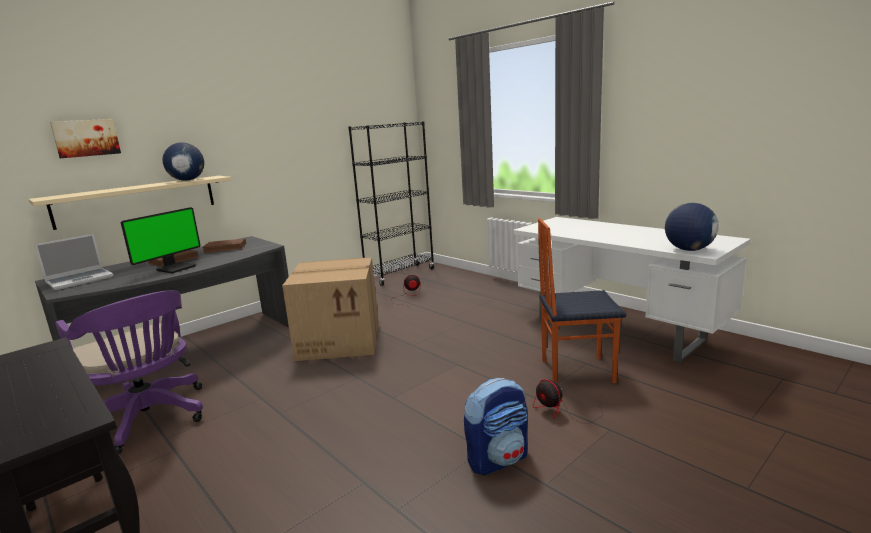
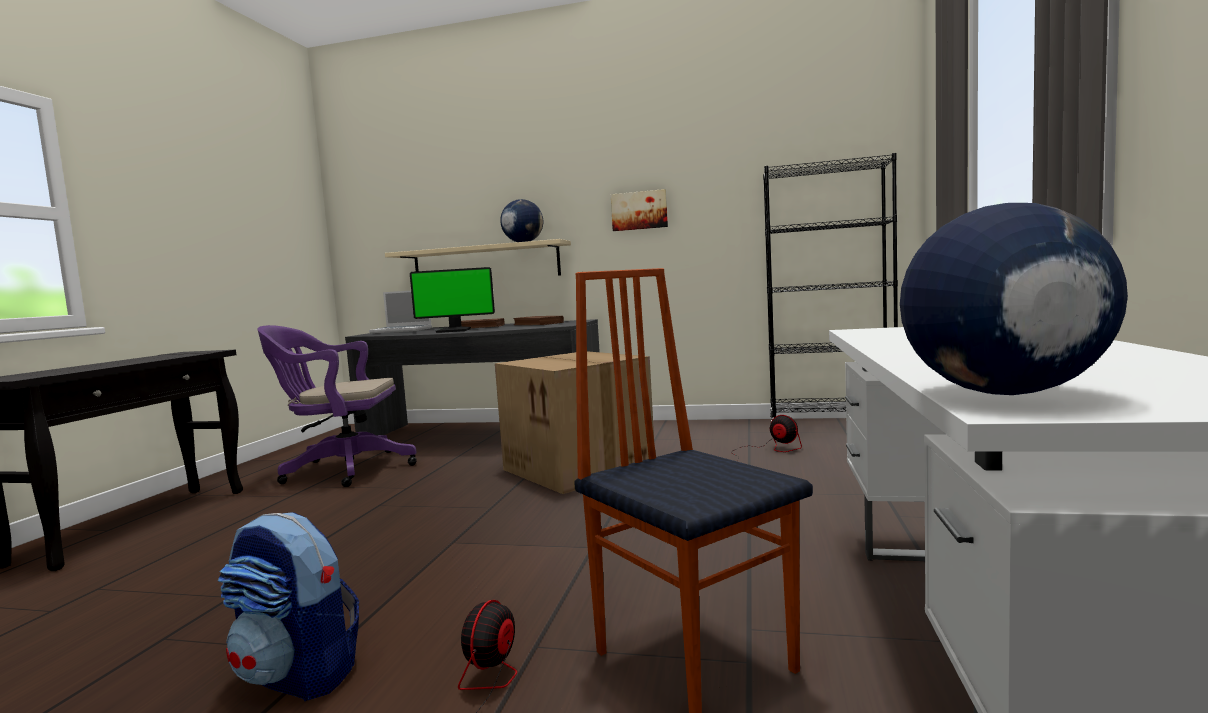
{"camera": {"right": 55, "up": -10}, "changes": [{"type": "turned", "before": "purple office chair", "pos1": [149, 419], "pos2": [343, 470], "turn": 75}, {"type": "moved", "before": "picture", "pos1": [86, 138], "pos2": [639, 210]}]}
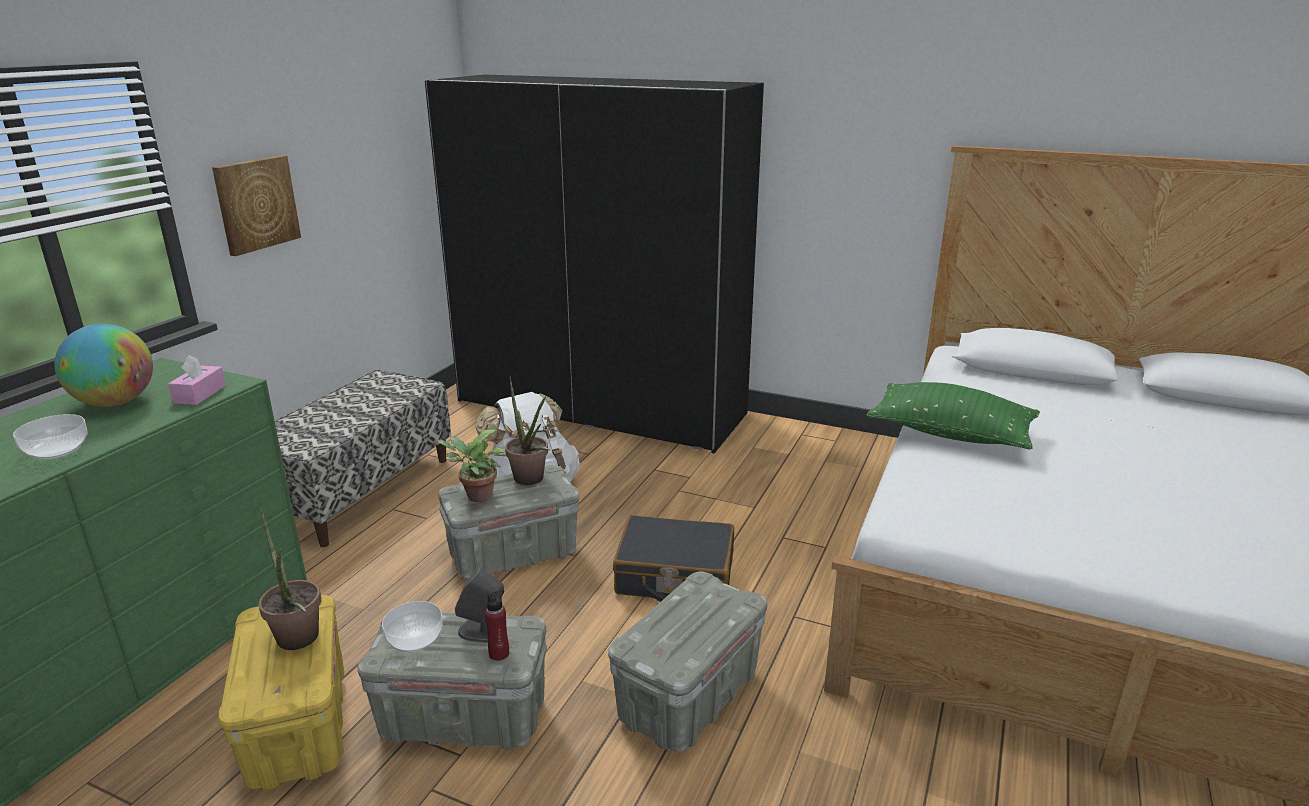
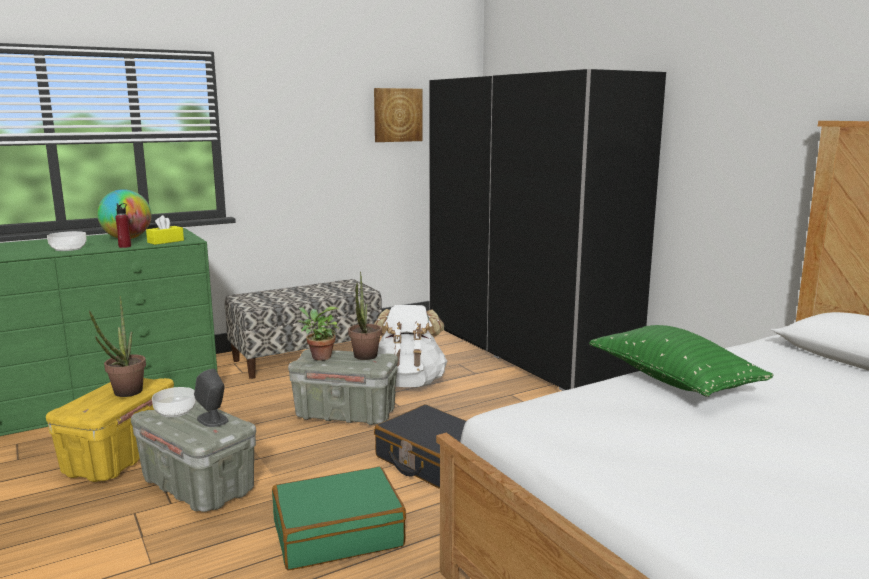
{"camera": {"right": 35, "up": -10}, "changes": [{"type": "moved", "before": "red bottle", "pos1": [499, 653], "pos2": [125, 246]}, {"type": "recoloured", "before": "pink tissue box", "after": "yellow tissue box", "pos1": [200, 394], "pos2": [165, 241]}, {"type": "replaced", "before": "grey storage box", "after": "green suitcase", "pos1": [689, 698], "pos2": [338, 533]}, {"type": "moved", "before": "picture", "pos1": [256, 204], "pos2": [397, 115]}]}
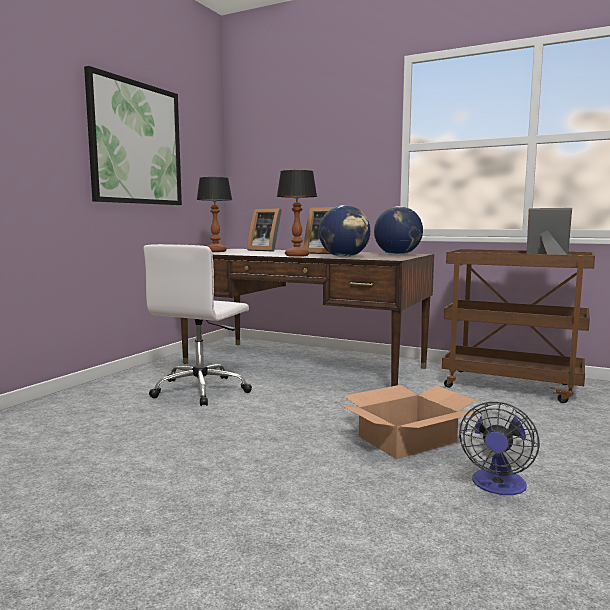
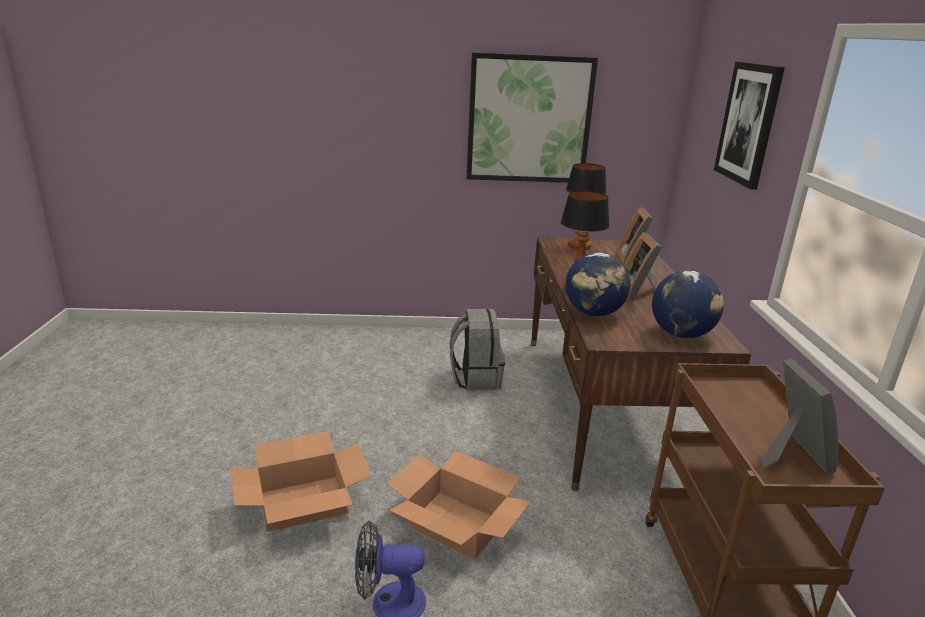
{"camera": {"right": 60, "up": 15}, "changes": [{"type": "added", "after": "cardboard box", "pos2": [303, 503]}, {"type": "replaced", "before": "white office chair", "after": "grey backpack", "pos1": [202, 390], "pos2": [475, 378]}, {"type": "added", "after": "picture", "pos2": [748, 123]}]}
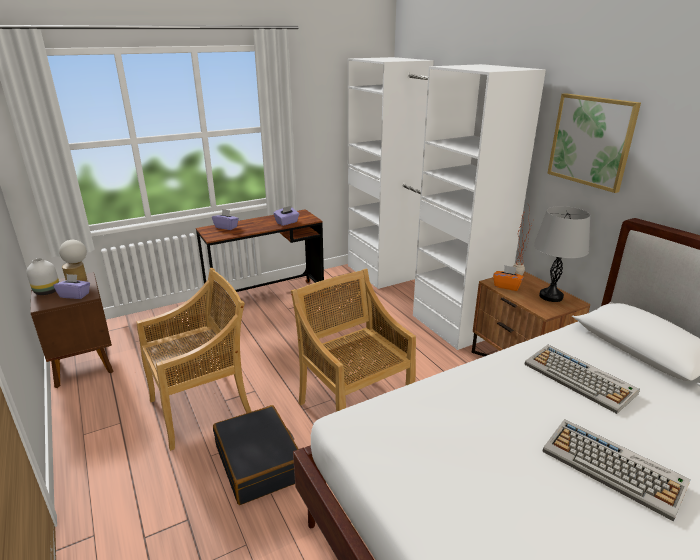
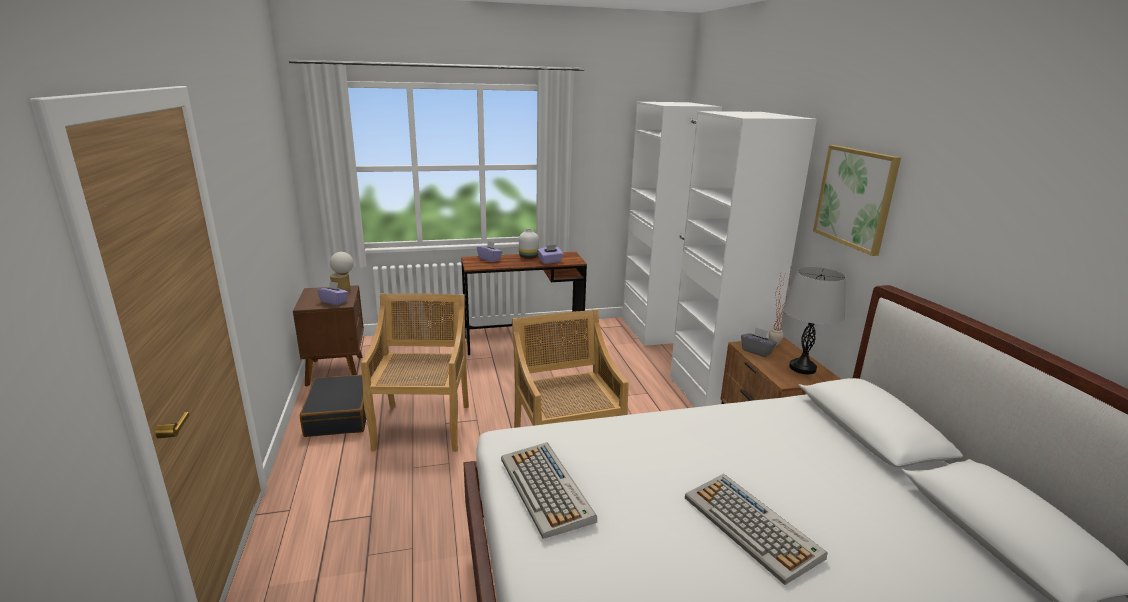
{"camera": {"right": 15, "up": -5}, "changes": [{"type": "moved", "before": "black suitcase", "pos1": [259, 463], "pos2": [340, 415]}, {"type": "turned", "before": "beige chair", "pos1": [203, 408], "pos2": [423, 426], "turn": -75}, {"type": "moved", "before": "keyboard", "pos1": [580, 379], "pos2": [547, 489]}, {"type": "moved", "before": "white vase", "pos1": [48, 291], "pos2": [529, 257]}, {"type": "recoloured", "before": "orange tissue box", "after": "grey tissue box", "pos1": [507, 286], "pos2": [757, 351]}]}
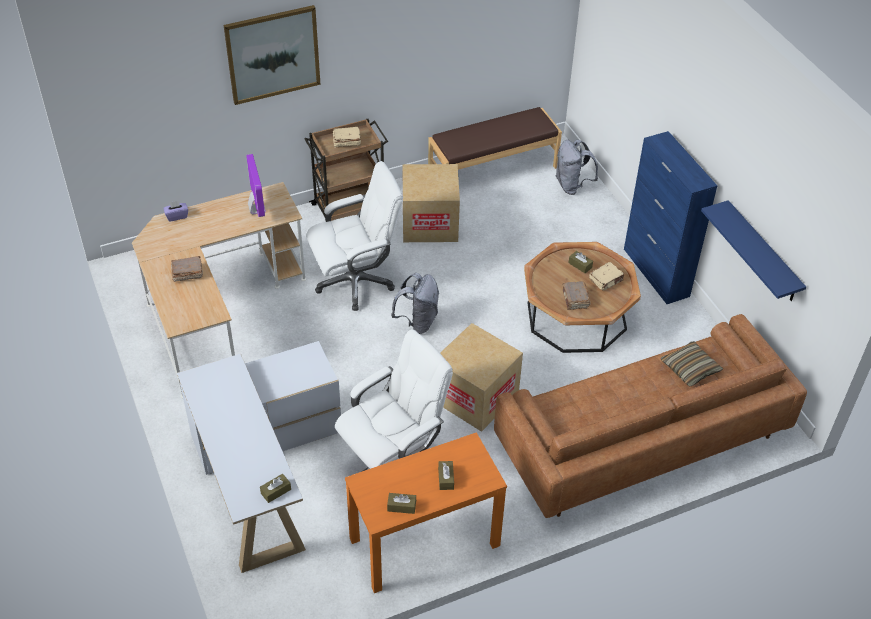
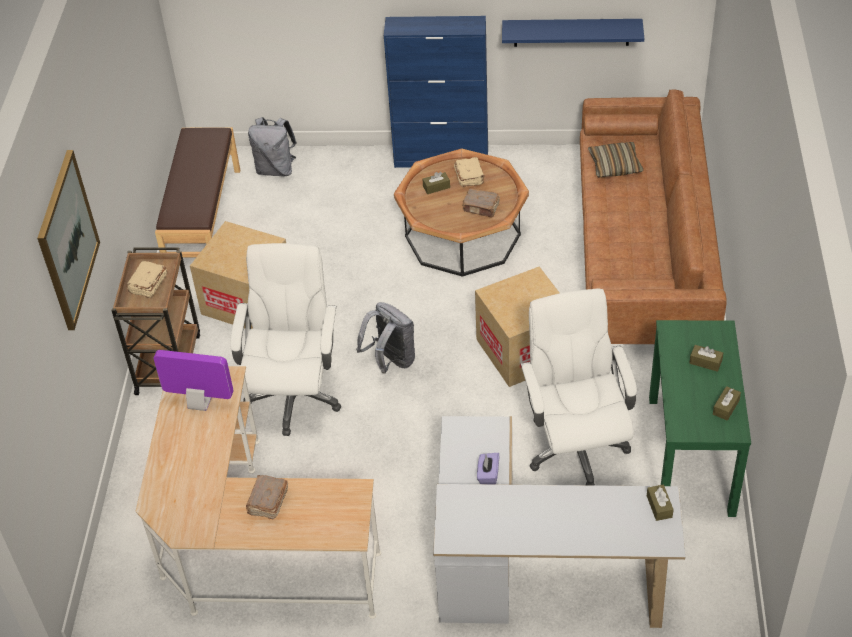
{"camera": {"right": -60, "up": 0}, "changes": [{"type": "moved", "before": "purple tissue box", "pos1": [177, 216], "pos2": [488, 475]}, {"type": "recoloured", "before": "orange console table", "after": "green console table", "pos1": [424, 542], "pos2": [691, 455]}]}
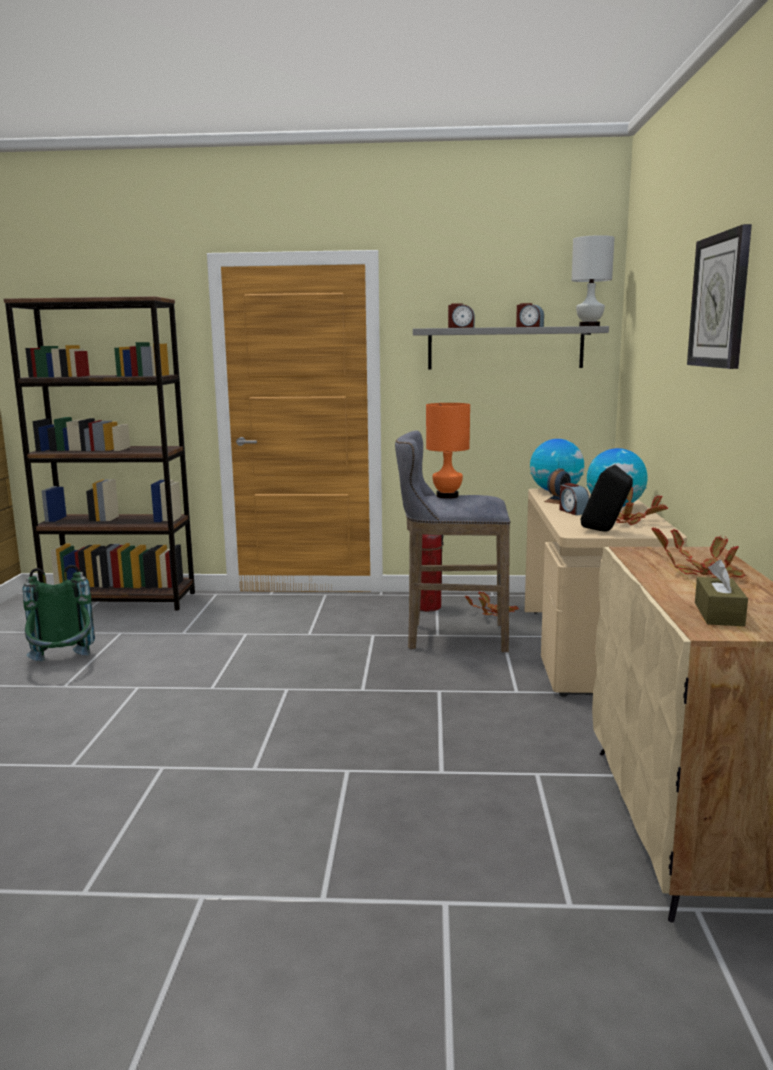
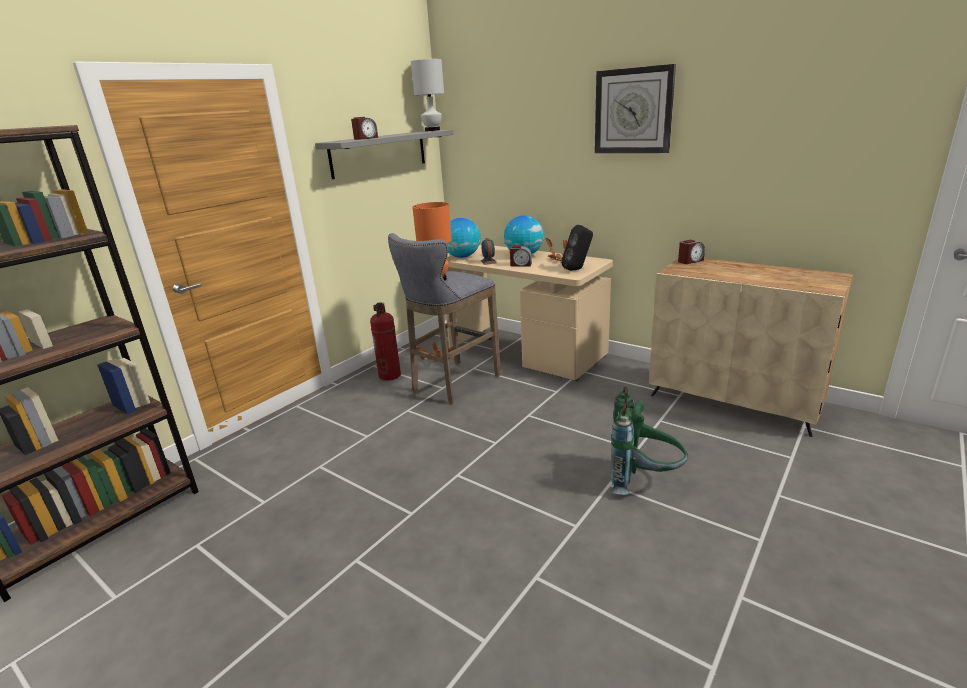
{"camera": {"right": -55, "up": 10}, "changes": [{"type": "moved", "before": "green backpack", "pos1": [63, 665], "pos2": [643, 481]}, {"type": "moved", "before": "alarm clock", "pos1": [529, 327], "pos2": [690, 261]}, {"type": "removed", "before": "potted plant", "pos1": [703, 574]}, {"type": "removed", "before": "brown tissue box", "pos1": [718, 614]}]}
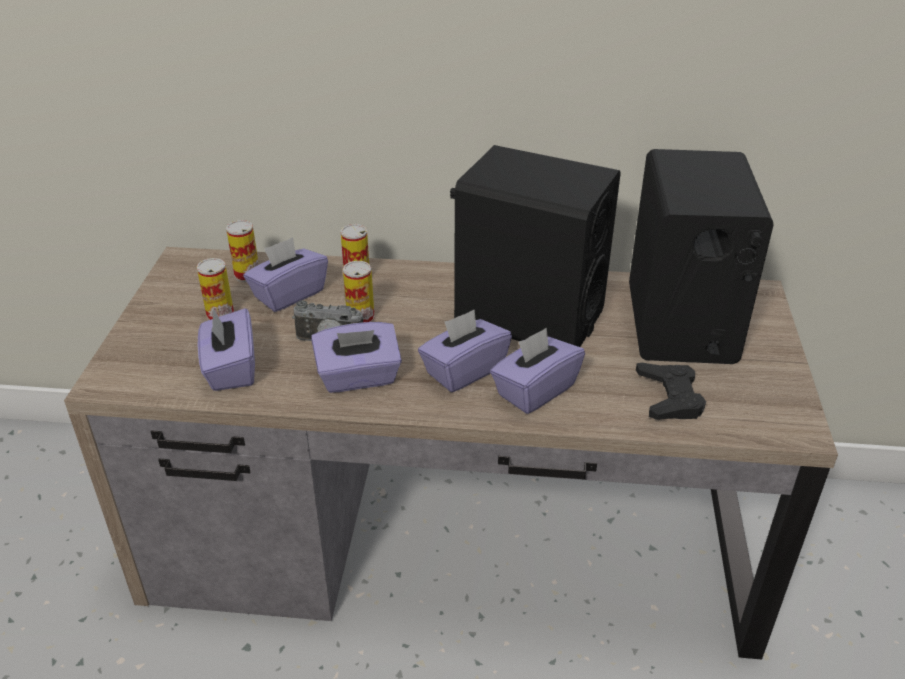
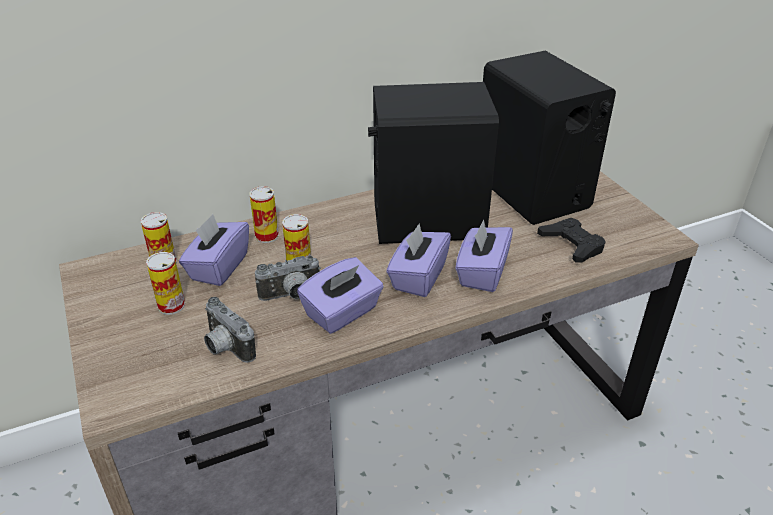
{"camera": {"right": -30, "up": 0}, "changes": [{"type": "replaced", "before": "purple tissue box", "after": "photo camera", "pos1": [230, 369], "pos2": [225, 347]}]}
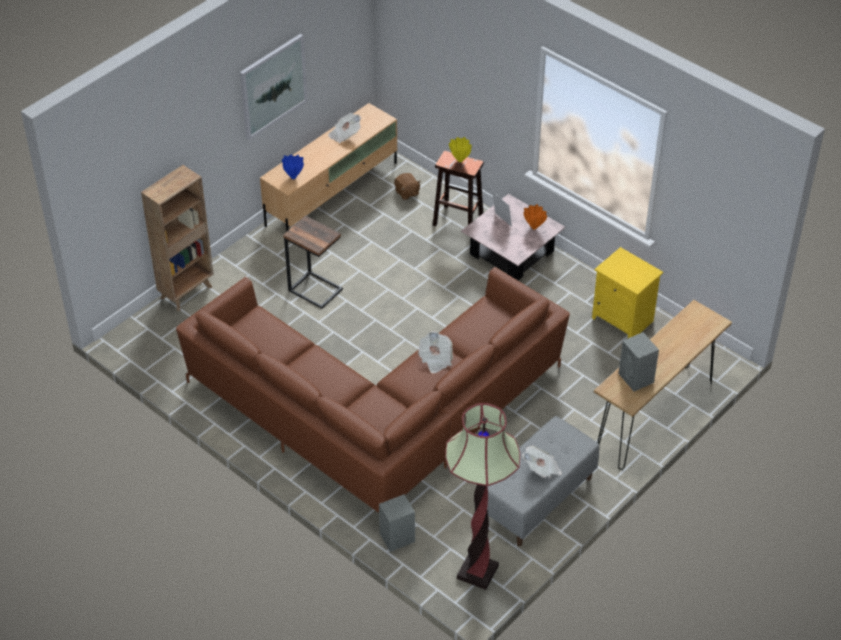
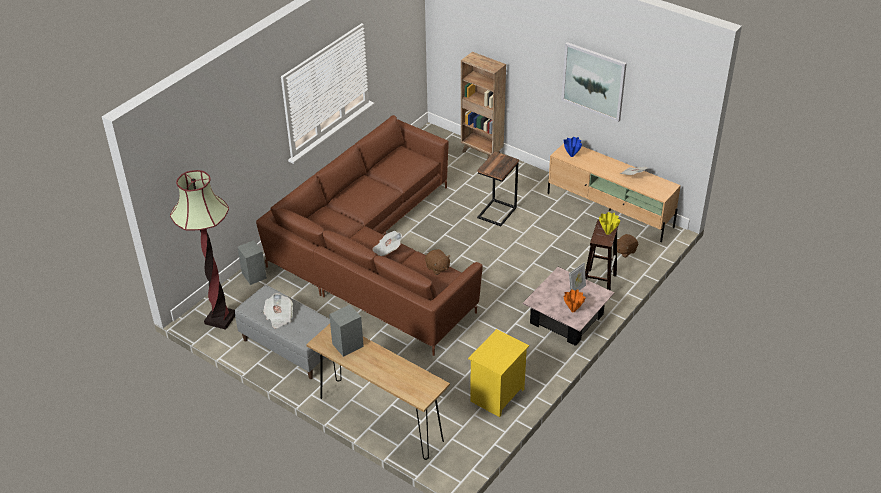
{"camera": {"right": 85, "up": -5}, "changes": [{"type": "added", "after": "brown plush toy", "pos2": [437, 268]}]}
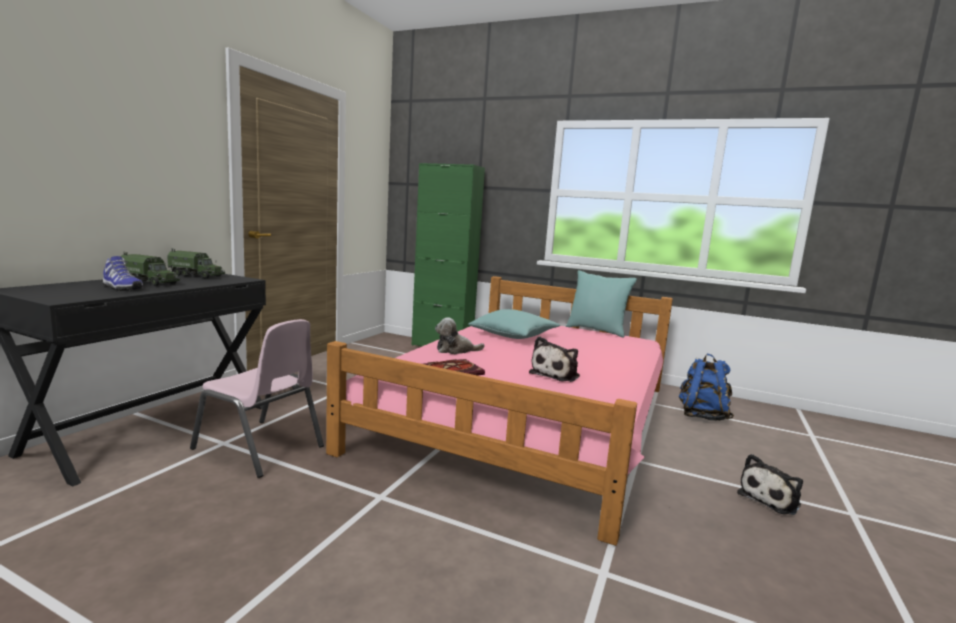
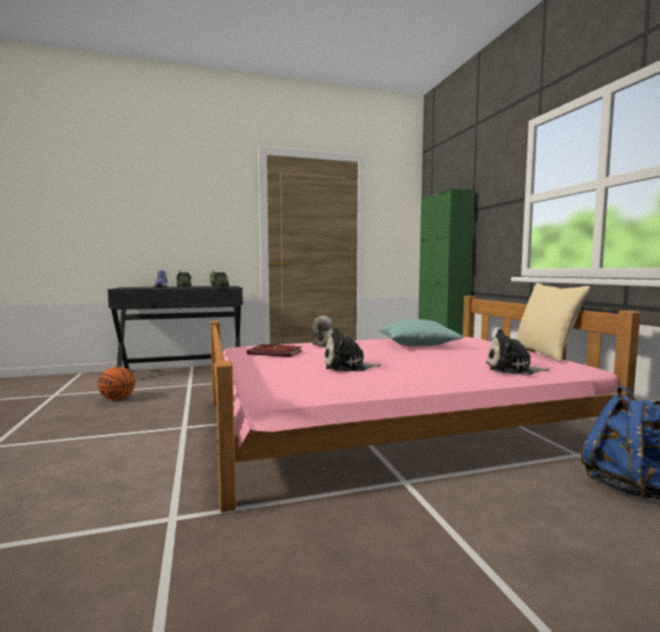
{"camera": {"right": 50, "up": -5}, "changes": [{"type": "added", "after": "basketball", "pos2": [117, 399]}, {"type": "moved", "before": "plush toy", "pos1": [771, 499], "pos2": [512, 369]}, {"type": "recoloured", "before": "turquoise pillow", "after": "beige pillow", "pos1": [596, 330], "pos2": [545, 354]}, {"type": "removed", "before": "pink chair", "pos1": [259, 448]}]}
